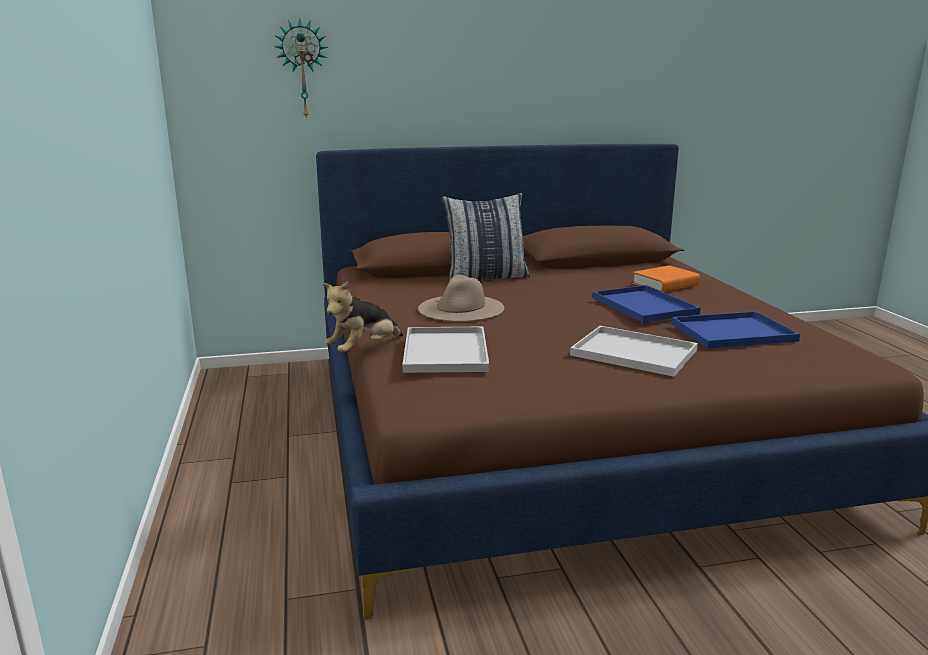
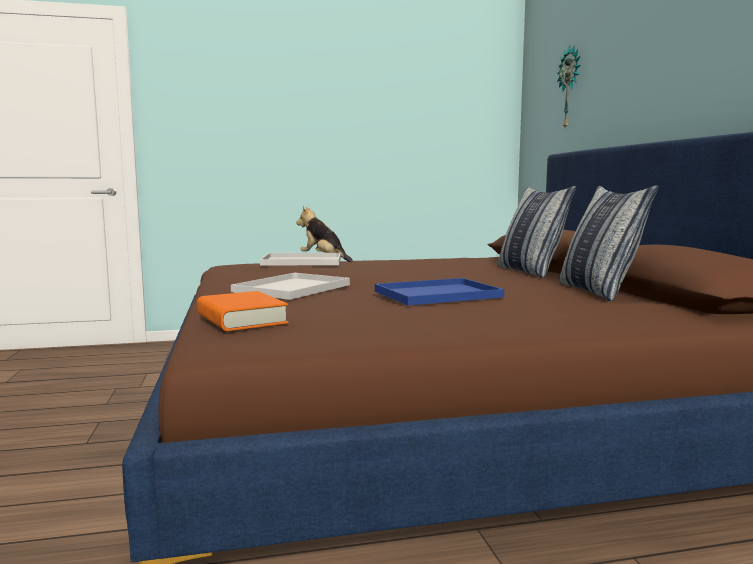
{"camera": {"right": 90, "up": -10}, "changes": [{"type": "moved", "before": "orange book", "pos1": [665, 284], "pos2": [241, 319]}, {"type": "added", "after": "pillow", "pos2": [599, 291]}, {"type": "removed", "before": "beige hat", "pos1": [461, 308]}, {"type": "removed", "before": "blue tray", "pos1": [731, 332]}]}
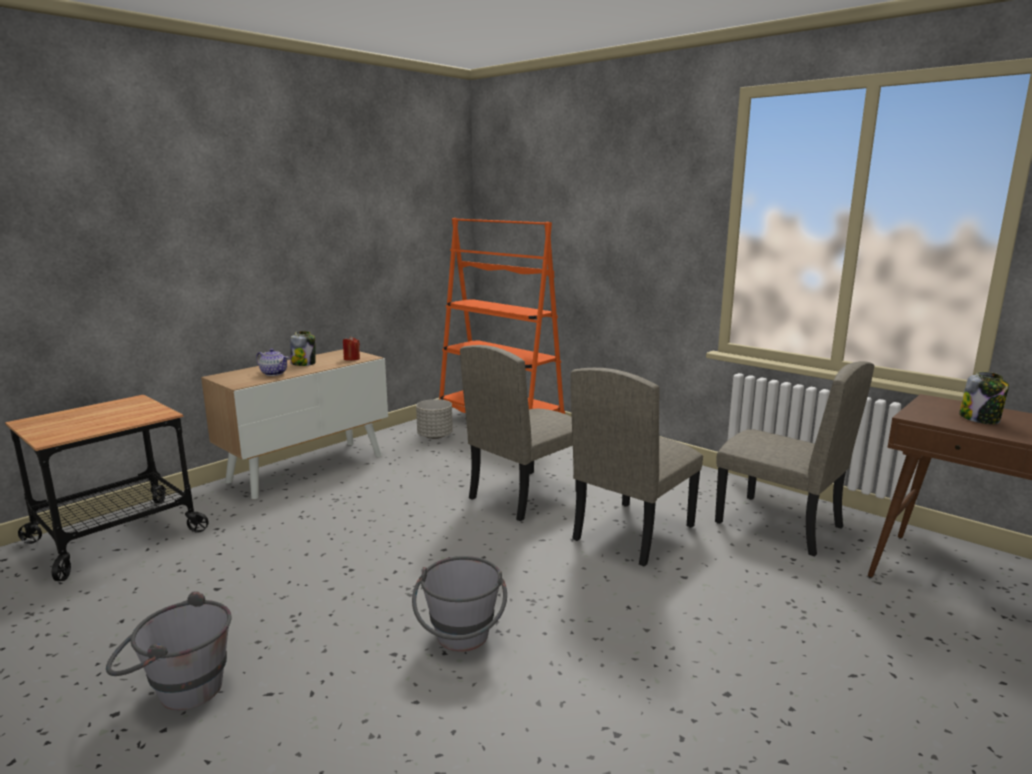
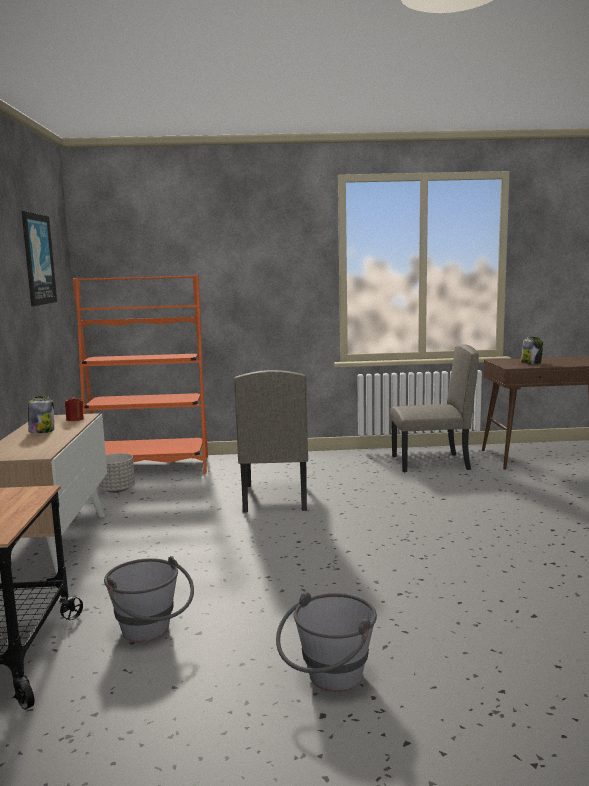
{"camera": {"right": -45, "up": -5}, "changes": [{"type": "added", "after": "picture", "pos2": [37, 259]}, {"type": "moved", "before": "grey bucket", "pos1": [461, 642], "pos2": [151, 633]}, {"type": "removed", "before": "teapot", "pos1": [274, 373]}, {"type": "removed", "before": "beige chair", "pos1": [633, 532]}]}
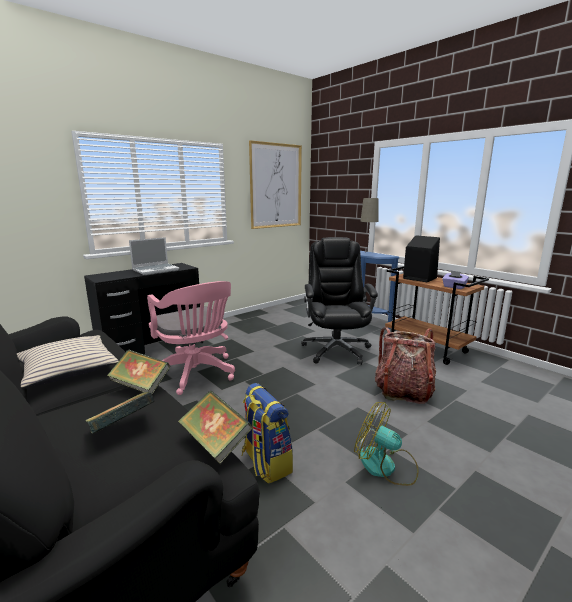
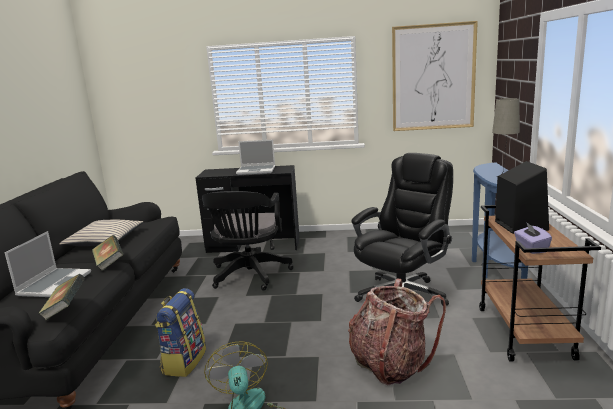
{"camera": {"right": 45, "up": 0}, "changes": [{"type": "replaced", "before": "book", "after": "laptop", "pos1": [122, 429], "pos2": [54, 283]}, {"type": "recoloured", "before": "pink office chair", "after": "black office chair", "pos1": [196, 374], "pos2": [249, 276]}]}
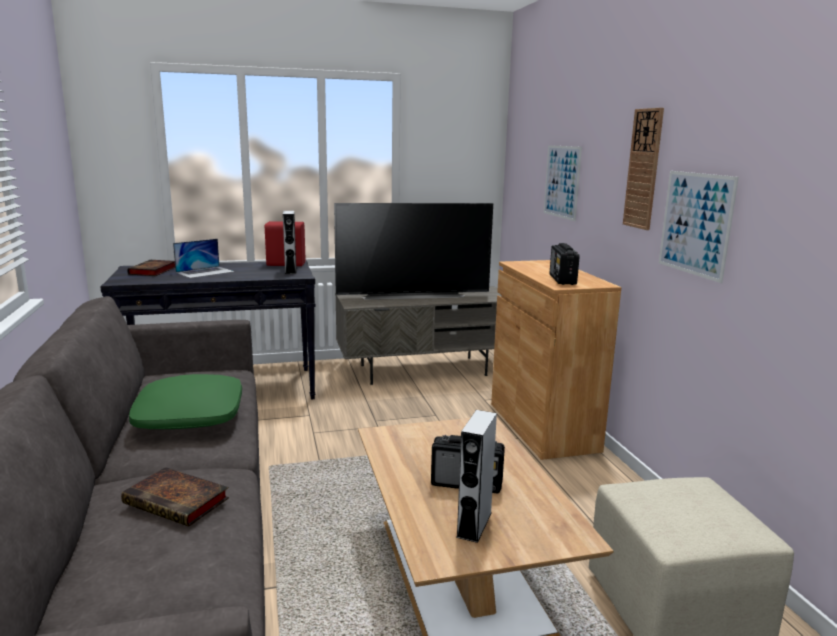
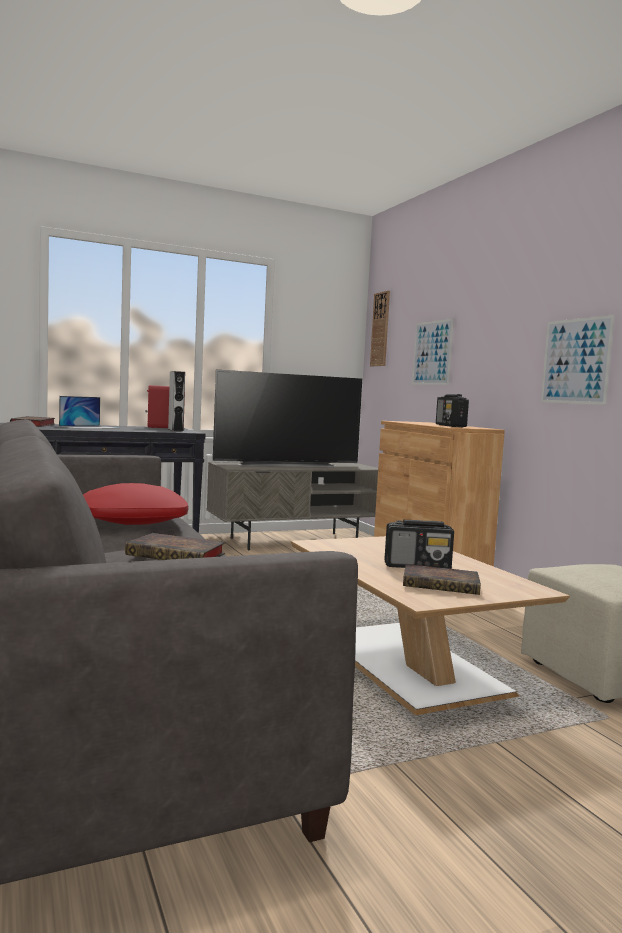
{"camera": {"right": -10, "up": -10}, "changes": [{"type": "recoloured", "before": "green pillow", "after": "red pillow", "pos1": [189, 415], "pos2": [133, 519]}, {"type": "moved", "before": "wall clock", "pos1": [643, 169], "pos2": [380, 329]}, {"type": "replaced", "before": "grey speaker", "after": "book", "pos1": [474, 524], "pos2": [442, 585]}]}
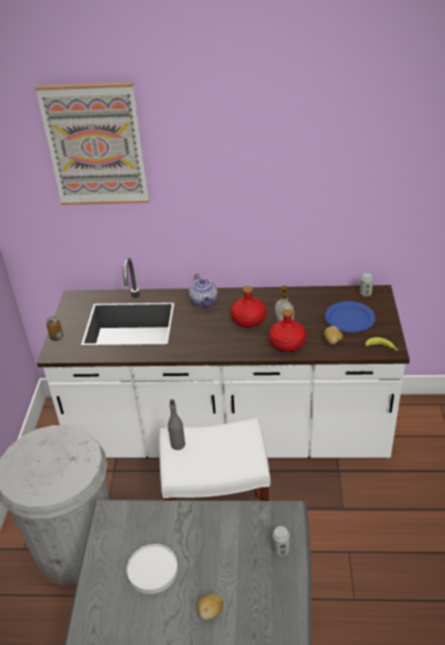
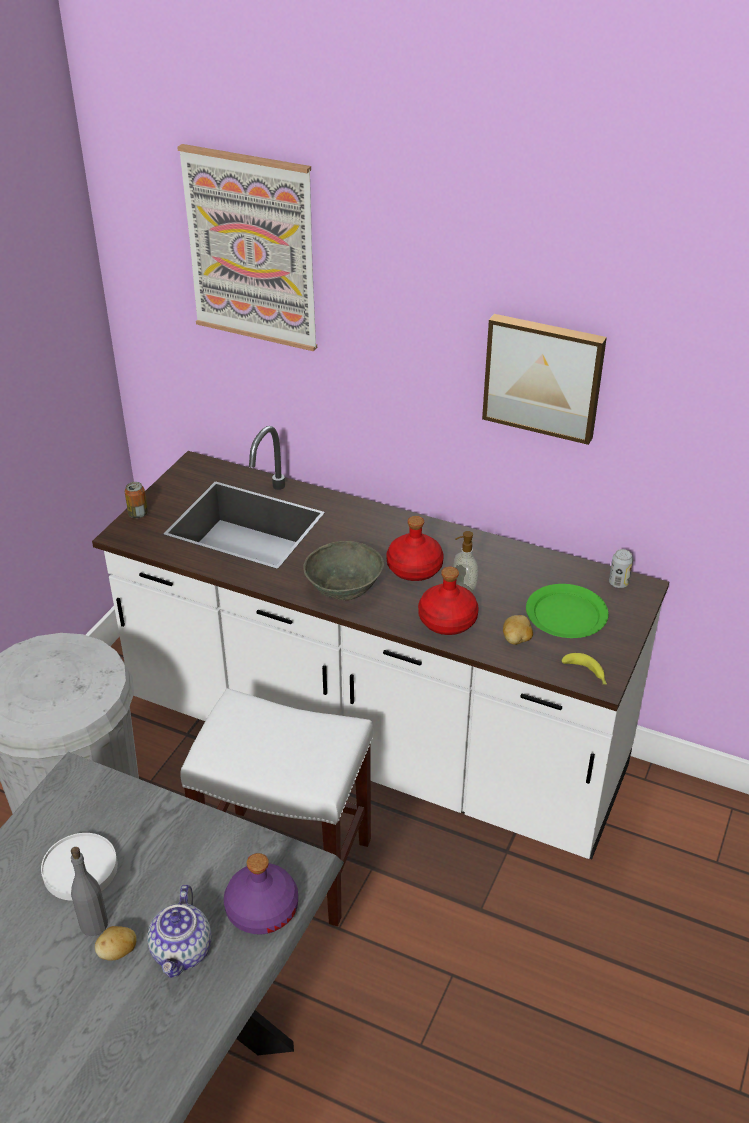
{"camera": {"right": 20, "up": 0}, "changes": [{"type": "moved", "before": "grey bottle", "pos1": [177, 444], "pos2": [93, 924]}, {"type": "moved", "before": "teapot", "pos1": [204, 301], "pos2": [182, 951]}, {"type": "replaced", "before": "can", "after": "purple bottle", "pos1": [281, 550], "pos2": [261, 909]}, {"type": "added", "after": "grey bowl", "pos2": [343, 588]}, {"type": "added", "after": "picture", "pos2": [544, 376]}, {"type": "recoloured", "before": "blue plate", "after": "green plate", "pos1": [350, 319], "pos2": [567, 614]}]}
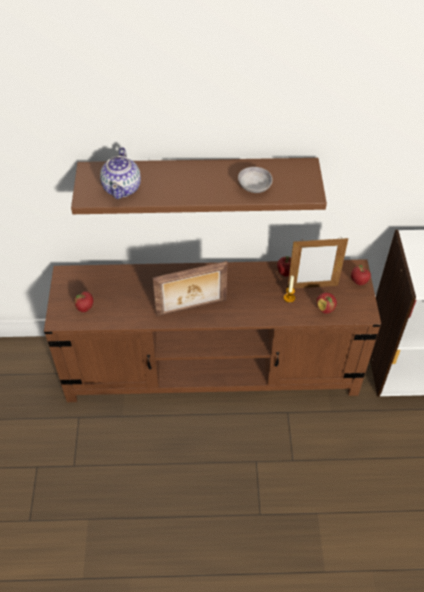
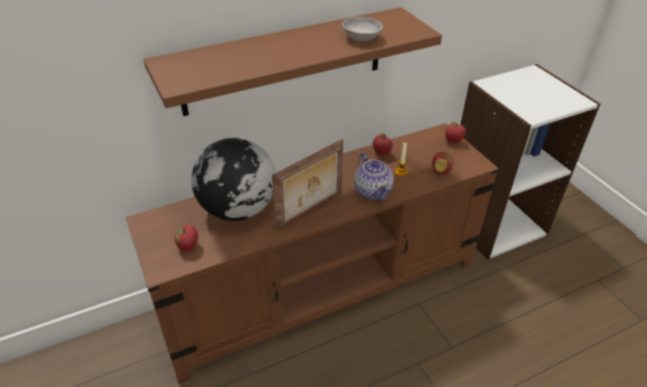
{"camera": {"right": -25, "up": -10}, "changes": [{"type": "added", "after": "globe", "pos2": [238, 210]}, {"type": "moved", "before": "teapot", "pos1": [122, 188], "pos2": [373, 190]}, {"type": "removed", "before": "picture frame", "pos1": [312, 286]}]}
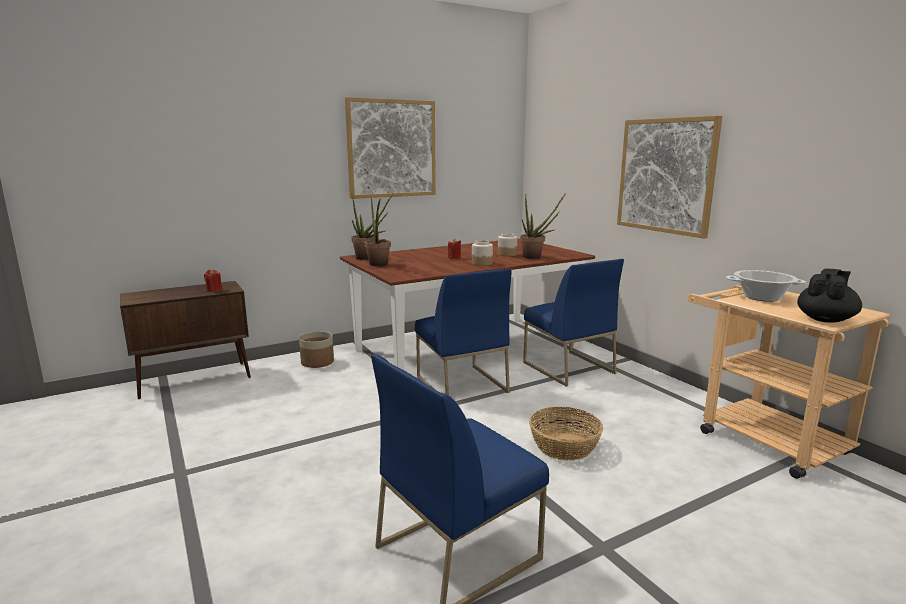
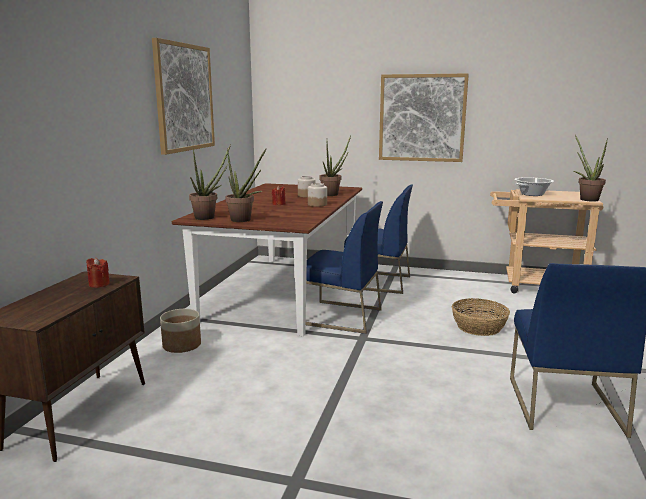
{"camera": {"right": -45, "up": 0}, "changes": [{"type": "replaced", "before": "black teapot", "after": "potted plant", "pos1": [825, 319], "pos2": [586, 199]}]}
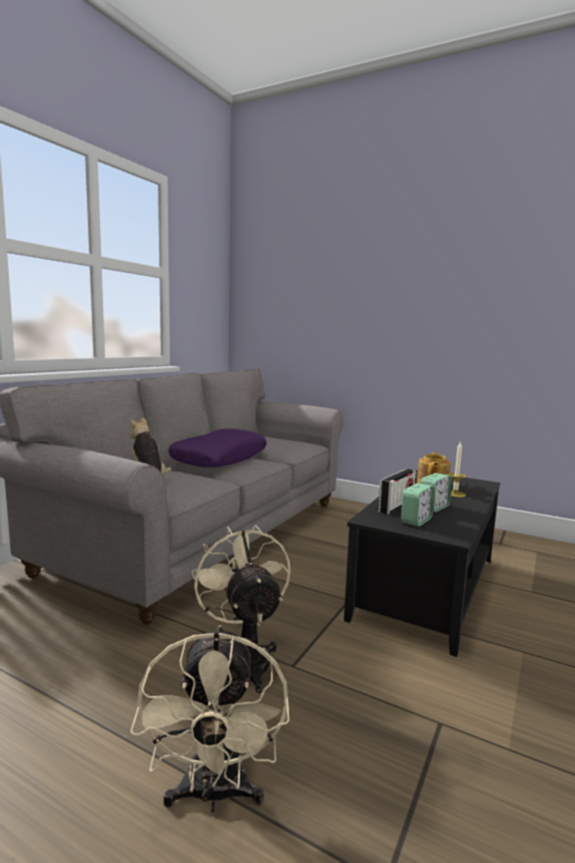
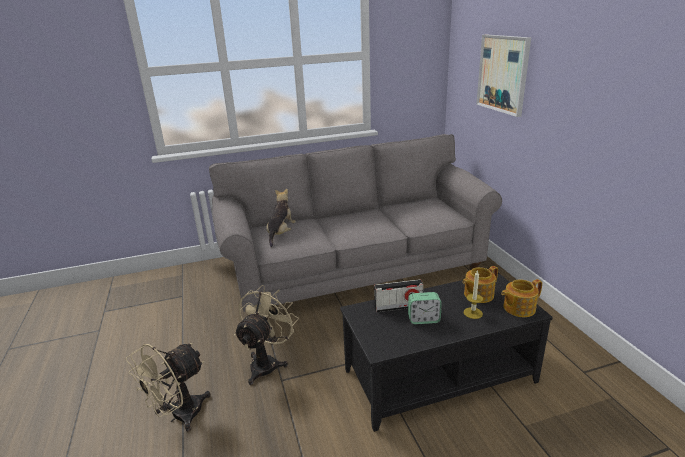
{"camera": {"right": 45, "up": 15}, "changes": [{"type": "added", "after": "picture", "pos2": [503, 74]}, {"type": "added", "after": "teapot", "pos2": [518, 308]}, {"type": "removed", "before": "purple pillow", "pos1": [219, 459]}, {"type": "removed", "before": "alarm clock", "pos1": [416, 521]}]}
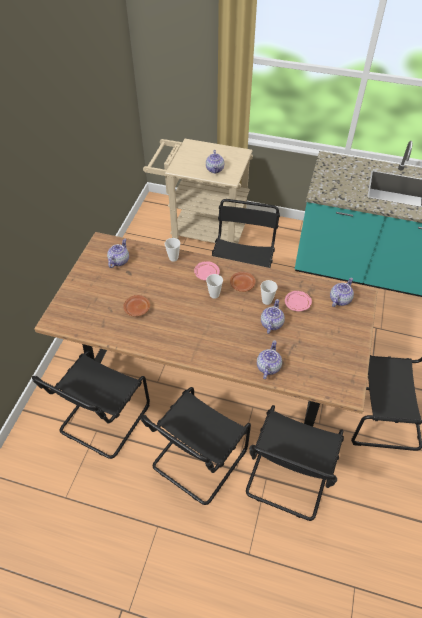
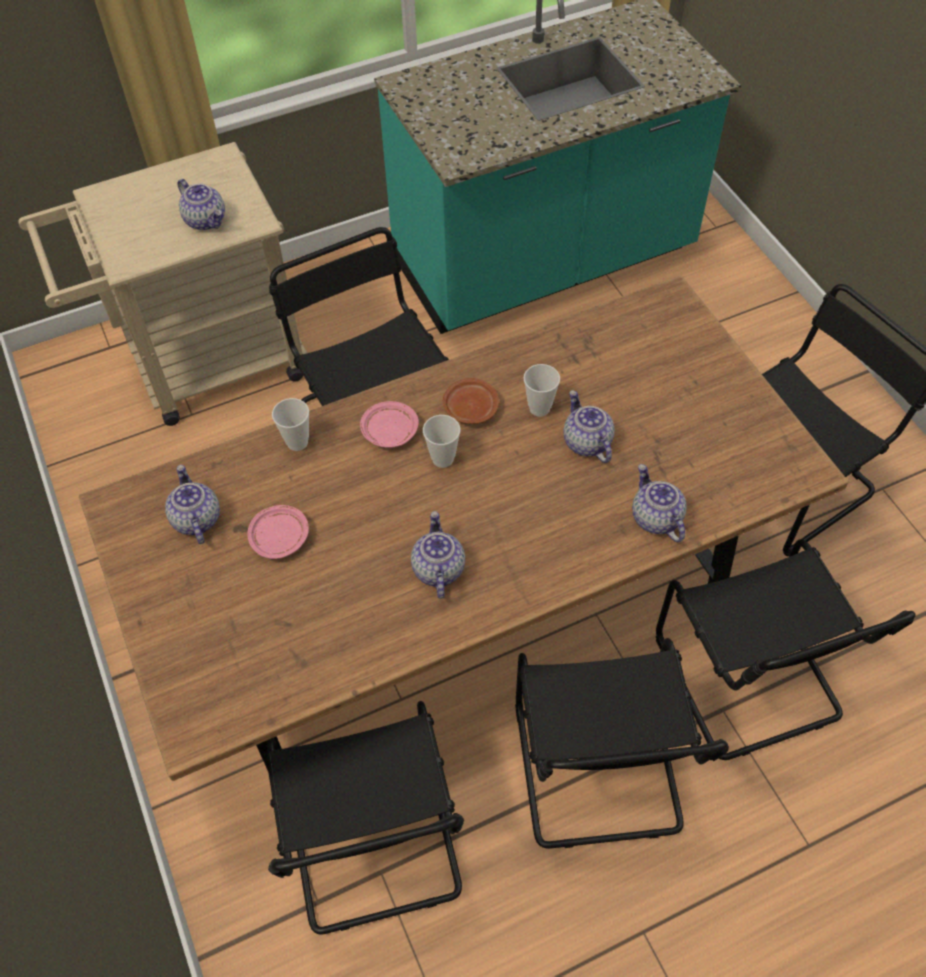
{"camera": {"right": -40, "up": 5}, "changes": [{"type": "moved", "before": "pink plate", "pos1": [297, 304], "pos2": [280, 537]}, {"type": "moved", "before": "teapot", "pos1": [339, 299], "pos2": [437, 569]}, {"type": "removed", "before": "brown plate", "pos1": [137, 309]}]}
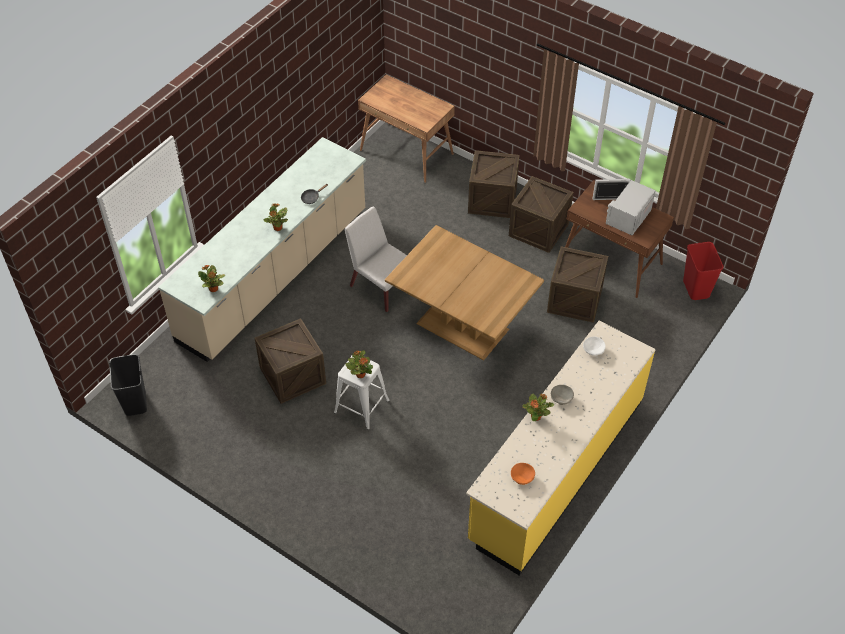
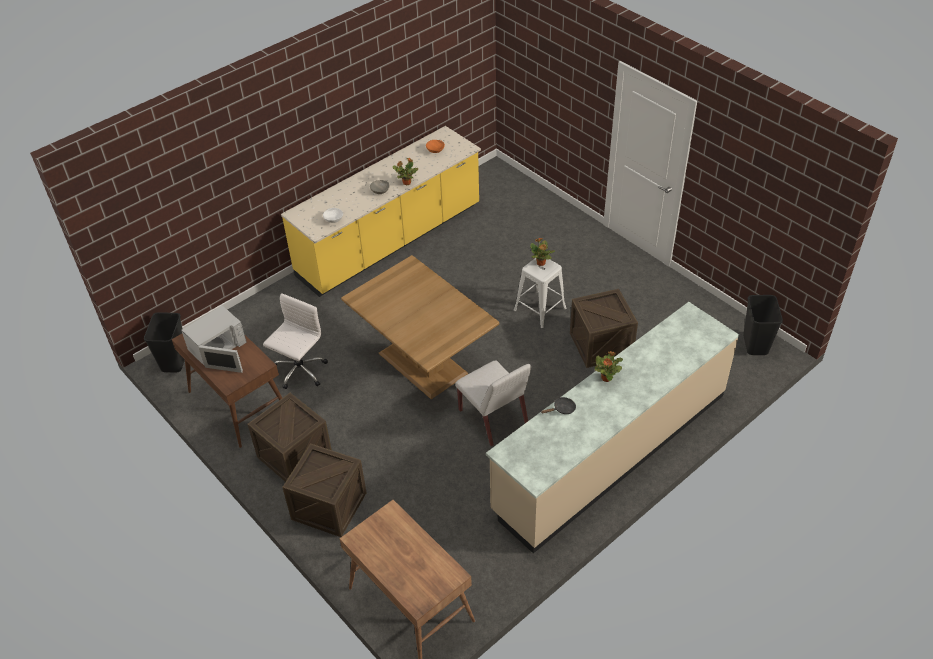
{"camera": {"right": -165, "up": -5}, "changes": [{"type": "recoloured", "before": "red trash can", "after": "black trash can", "pos1": [696, 289], "pos2": [174, 361]}, {"type": "replaced", "before": "crate", "after": "white office chair", "pos1": [574, 299], "pos2": [299, 371]}, {"type": "removed", "before": "potted plant", "pos1": [213, 289]}]}
